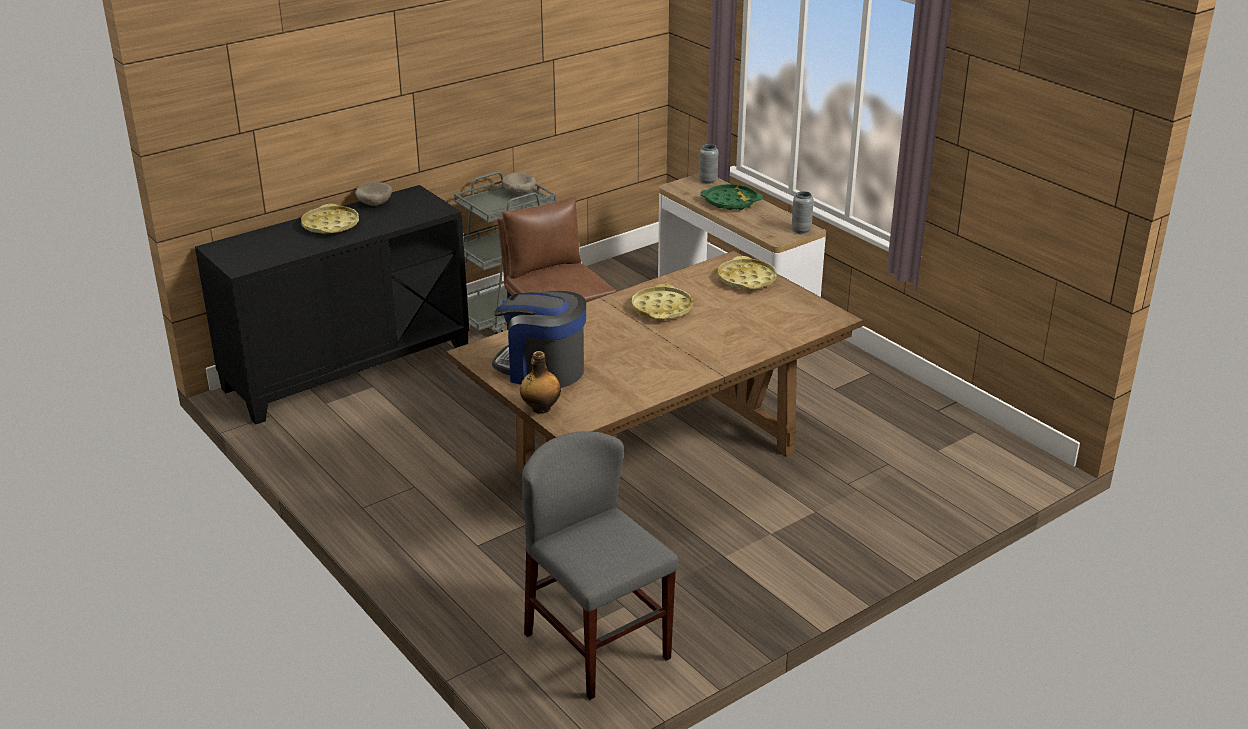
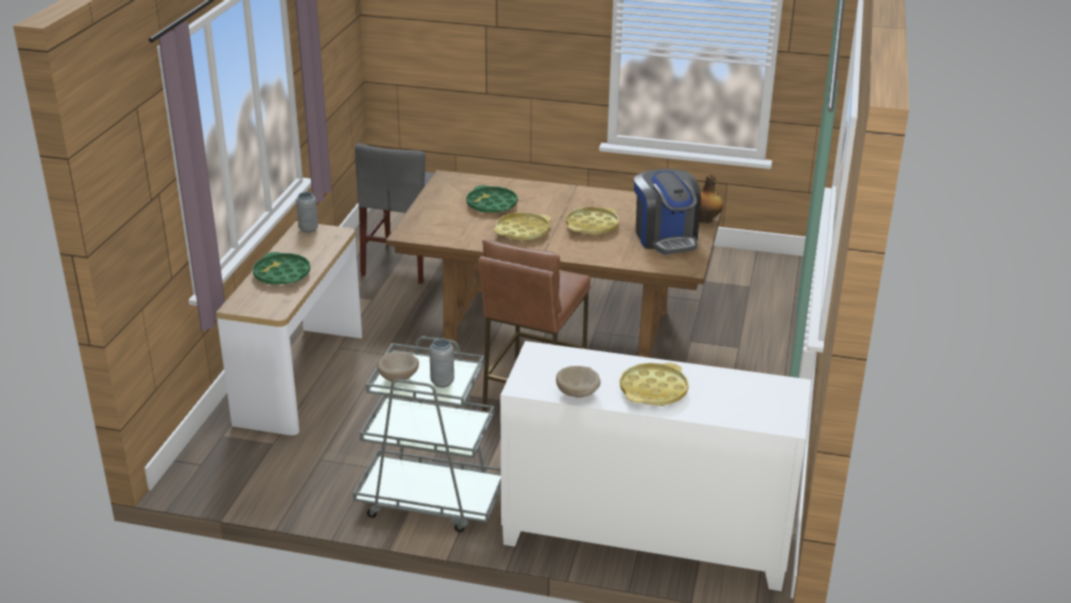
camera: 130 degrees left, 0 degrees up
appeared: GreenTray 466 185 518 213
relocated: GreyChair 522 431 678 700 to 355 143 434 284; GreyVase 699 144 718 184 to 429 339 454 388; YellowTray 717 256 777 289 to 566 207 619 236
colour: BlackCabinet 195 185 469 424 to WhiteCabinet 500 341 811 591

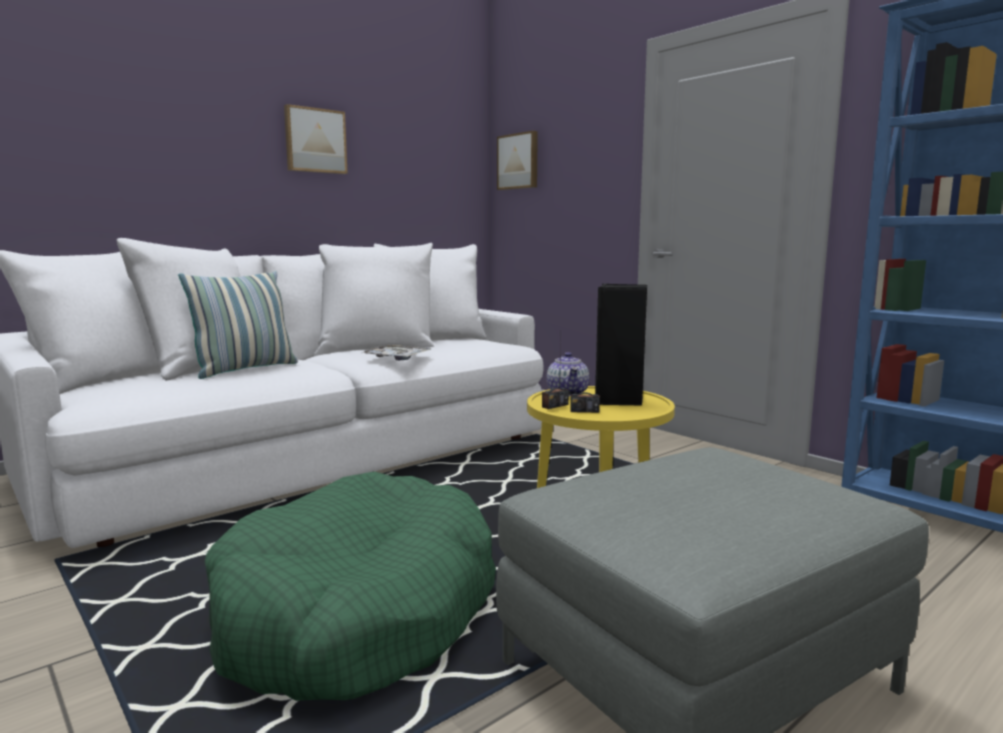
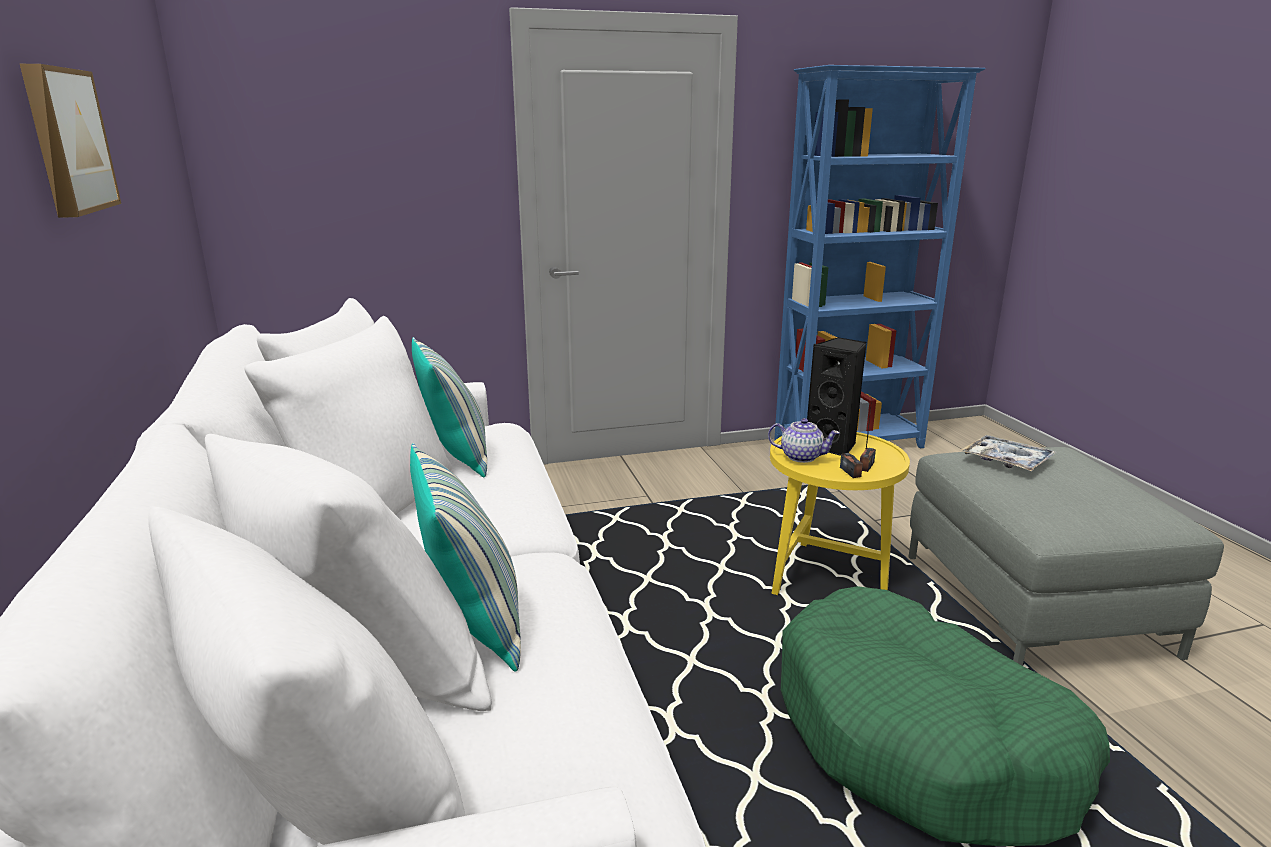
camera: 65 degrees left, 10 degrees up
missing: Picture 497 131 538 190
appeared: Pillow 412 337 487 477
relocated: Tray 362 345 432 360 to 960 435 1057 471

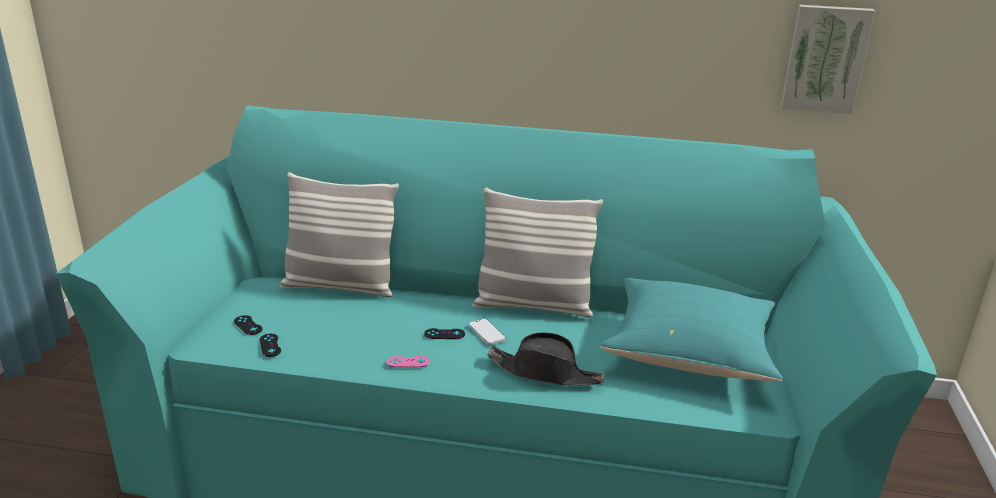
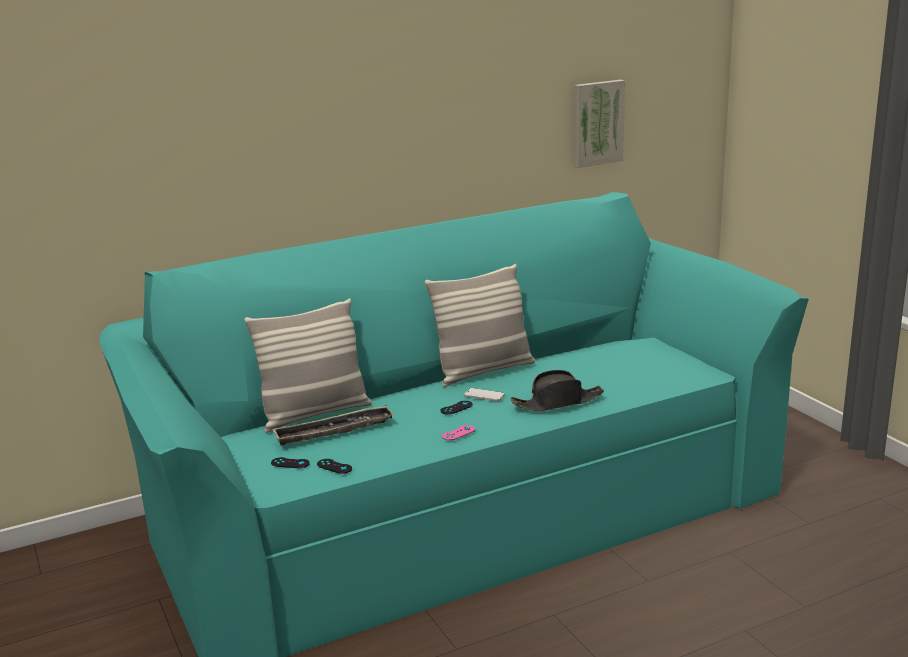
camera: 35 degrees left, 5 degrees down
missing: TurquoisePillow 600 278 783 381
appeared: Tray 272 405 394 445

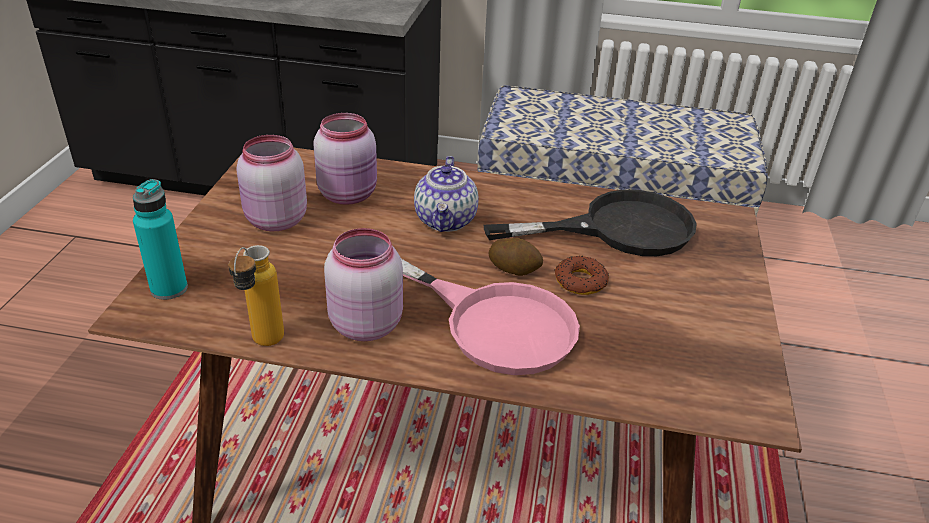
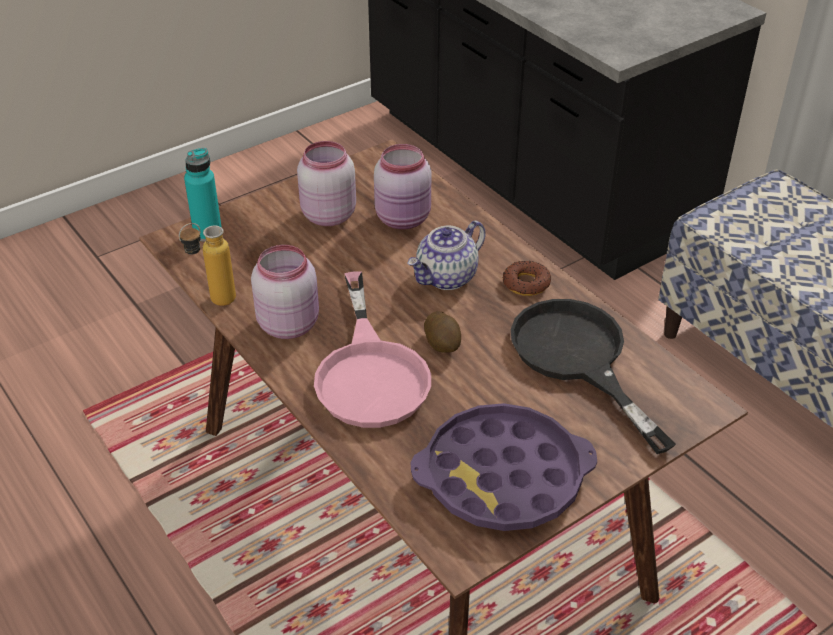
camera: 45 degrees right, 5 degrees up
appeared: PurpleTray 411 403 597 531
relocated: Donut 555 256 609 295 to 503 261 551 296
spun: BlackFryingPan 484 189 697 256 = 511 299 676 454 150 degrees counterclockwise

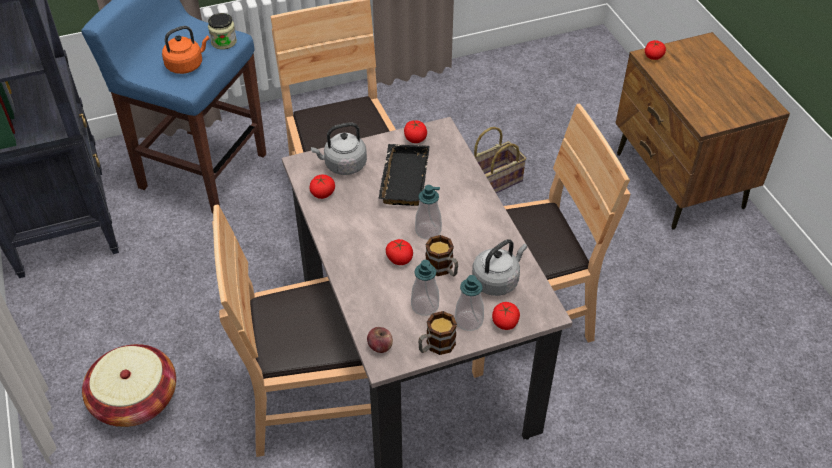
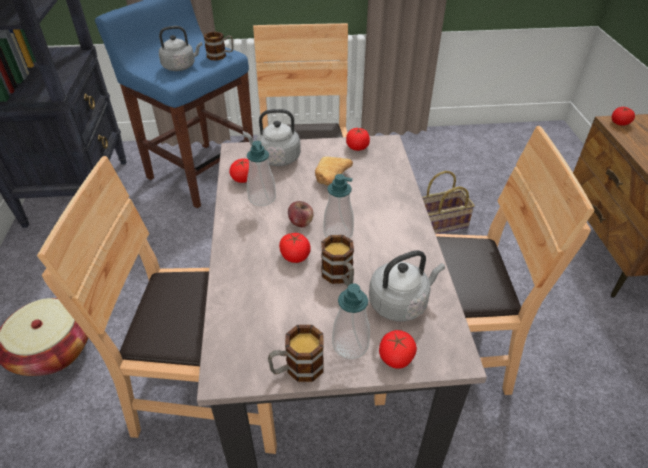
camera: 15 degrees right, 5 degrees down
relocated: Apple 367 327 393 353 to 288 201 313 227; SoapDispenser 411 260 439 316 to 247 141 276 206
exchanged: Jar 208 13 237 50 to Mug 204 31 233 61; BlackTray 378 144 430 206 to Bread 315 157 353 185
colour: OrangeKettle 162 26 209 74 to GreyKettle 159 26 202 71

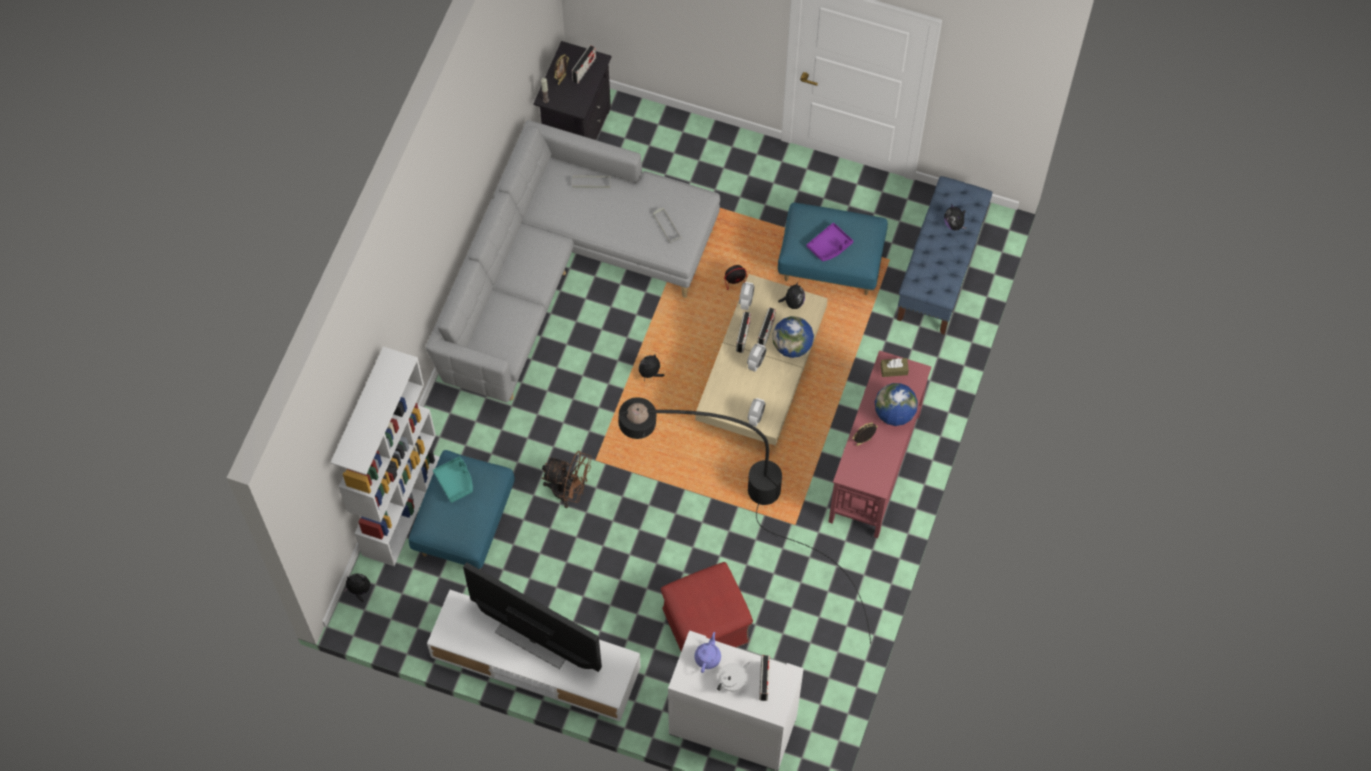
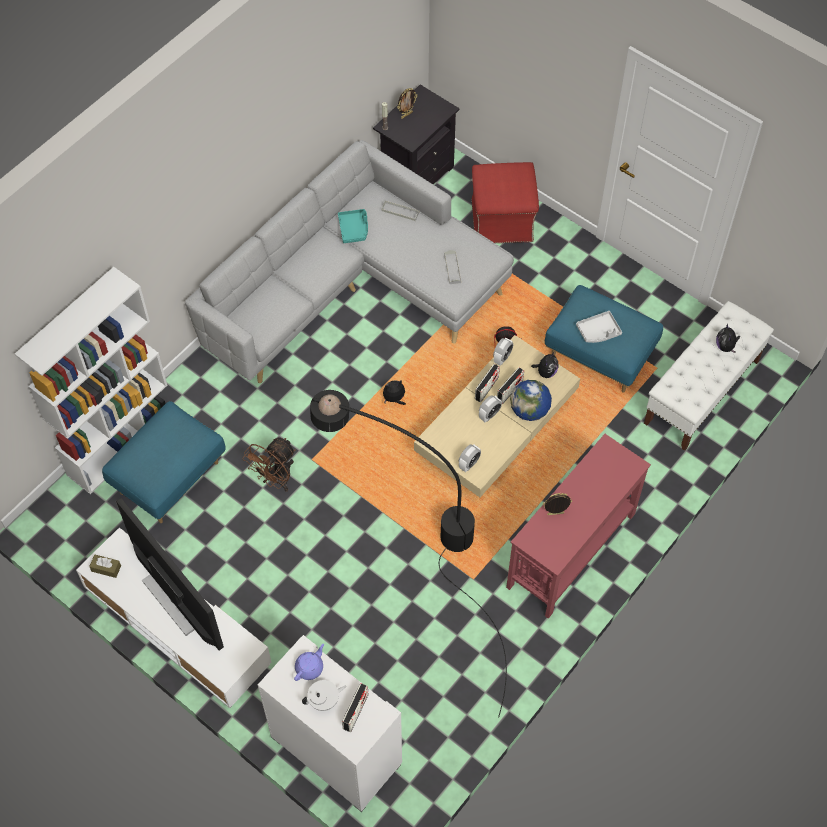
camera: 20 degrees right, 5 degrees down
missing: PlushToy 343 573 370 602; Radio 572 45 596 83; Globe 875 383 918 426
relocated: TurquoiseTray 433 457 473 503 to 338 209 368 243; RedOttoman 661 562 753 651 to 472 162 539 243; BrownTissueBox 880 358 909 377 to 89 555 121 578
colour: PurpleTray 806 223 853 261 to GreyTray 576 311 622 343; BlueBench 897 176 993 335 to WhiteBench 644 301 774 451
spun: BrownFan 542 451 592 508 = 243 437 296 492 90 degrees clockwise

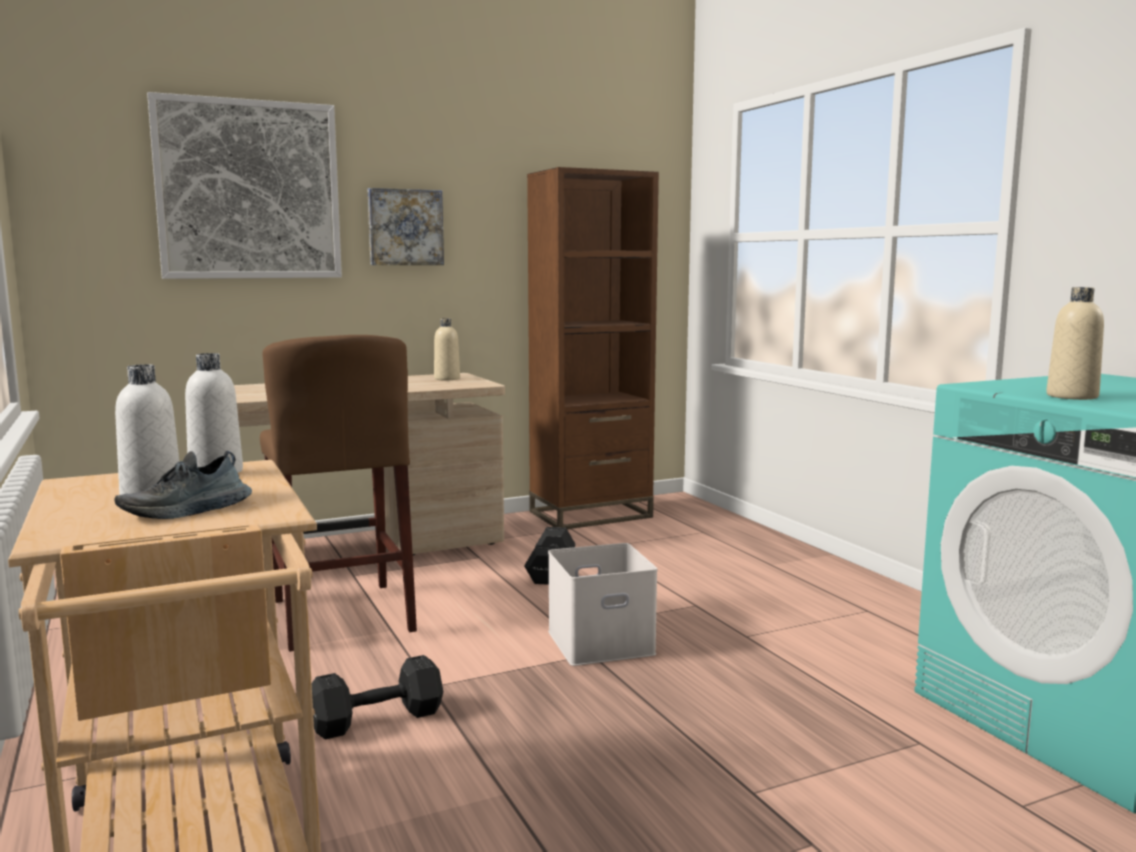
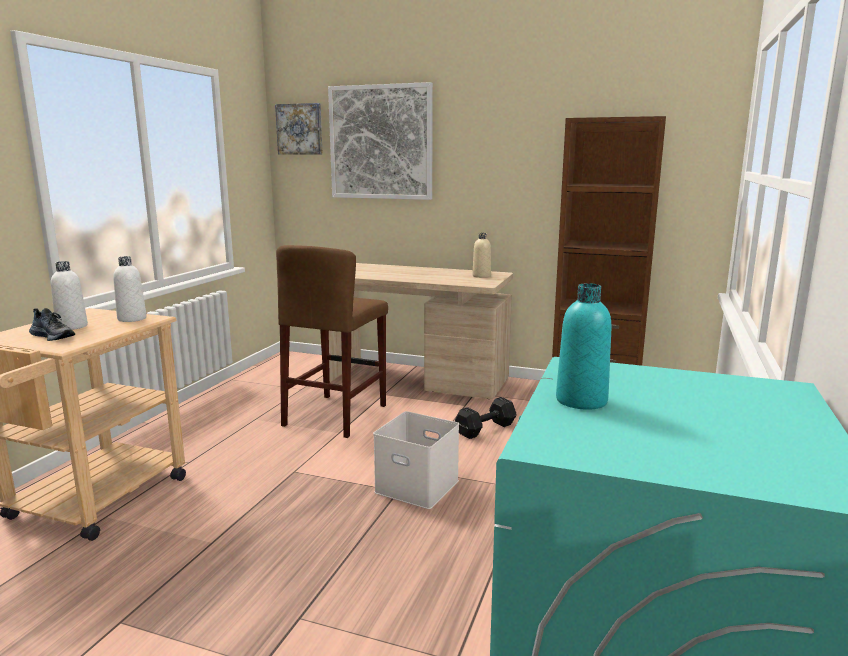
camera: 45 degrees right, 5 degrees up
missing: BlackDumbbell 312 655 443 740
relocated: Picture 368 188 444 265 to 275 103 323 155
colour: BeigeBottle 1046 287 1104 400 to TurquoiseBottle 556 283 612 410
spun: Shoe 114 451 252 519 = 29 308 75 341 150 degrees counterclockwise

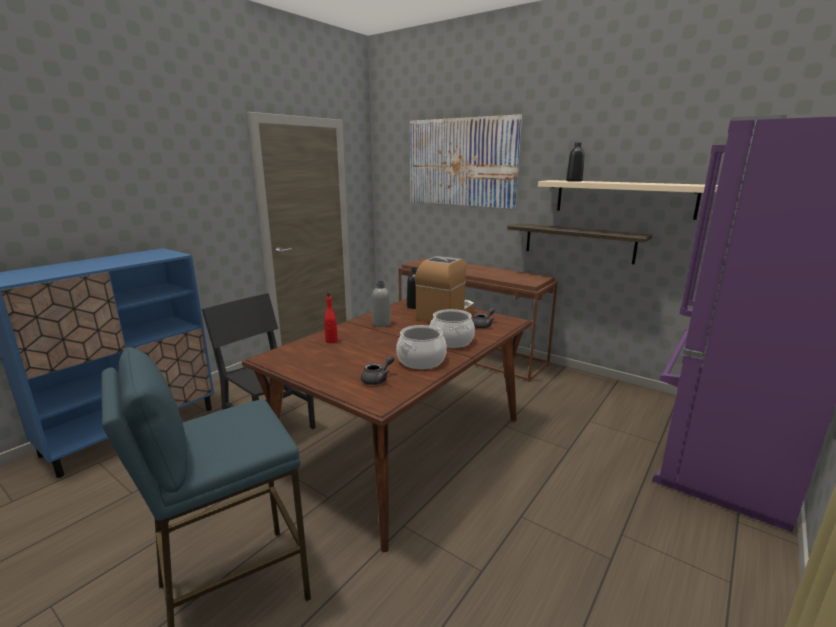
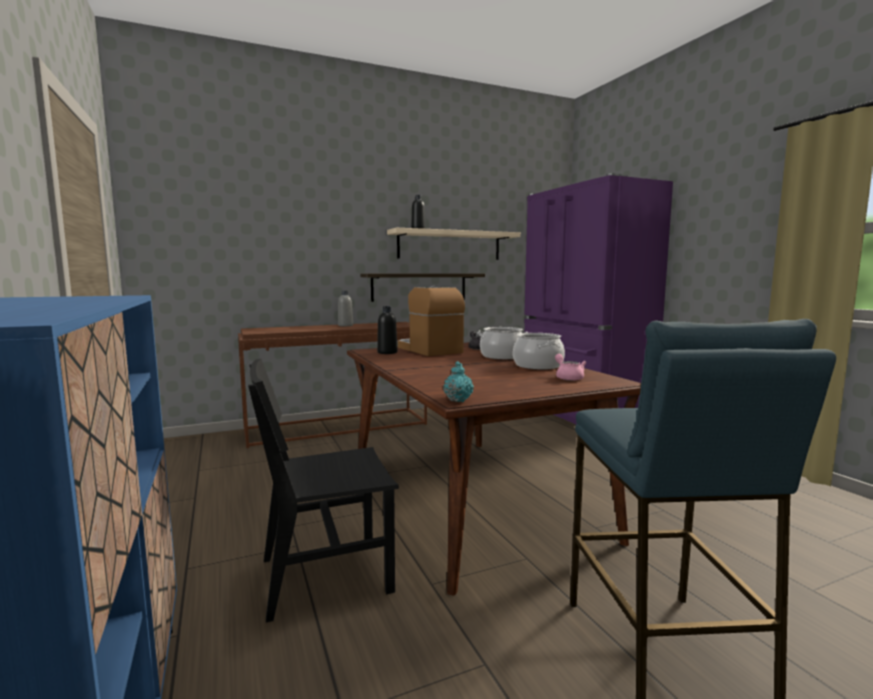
camera: 60 degrees left, 10 degrees down
missing: RedBottle 324 292 338 343; Picture 410 114 522 209
appeared: TurquoiseTeapot 443 361 474 402
relocated: GreyBottle 372 281 391 327 to 338 290 353 326
colour: GreyTeapot 361 355 394 385 to PinkTeapot 555 354 586 381

